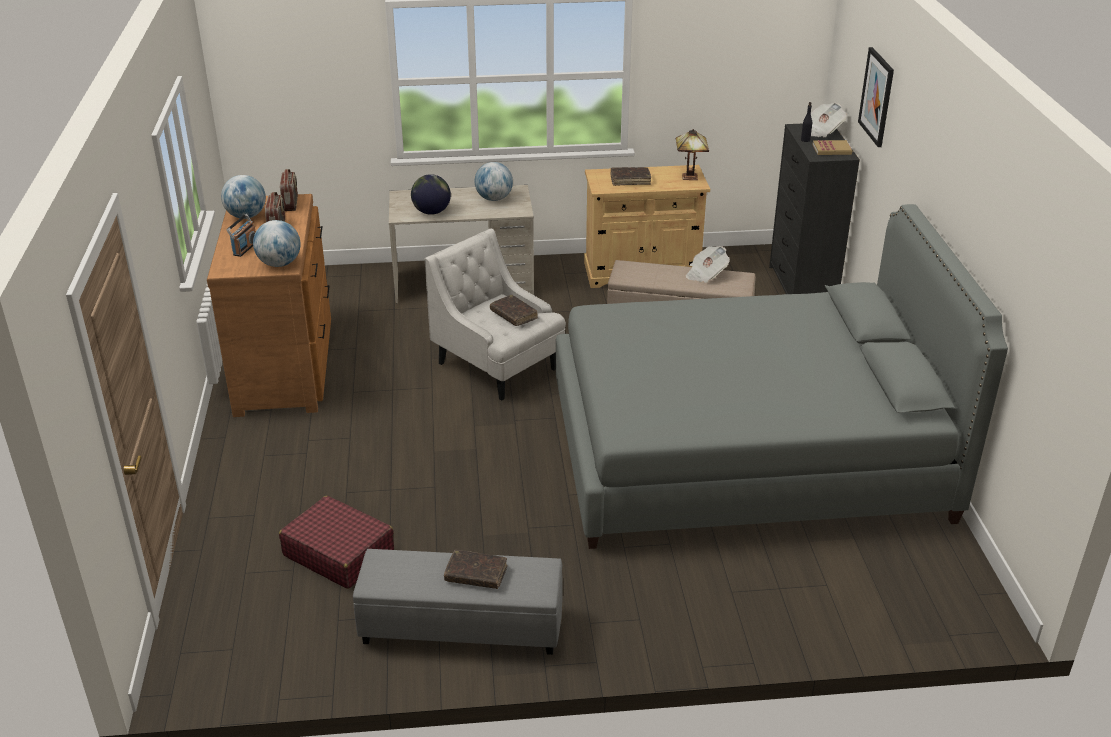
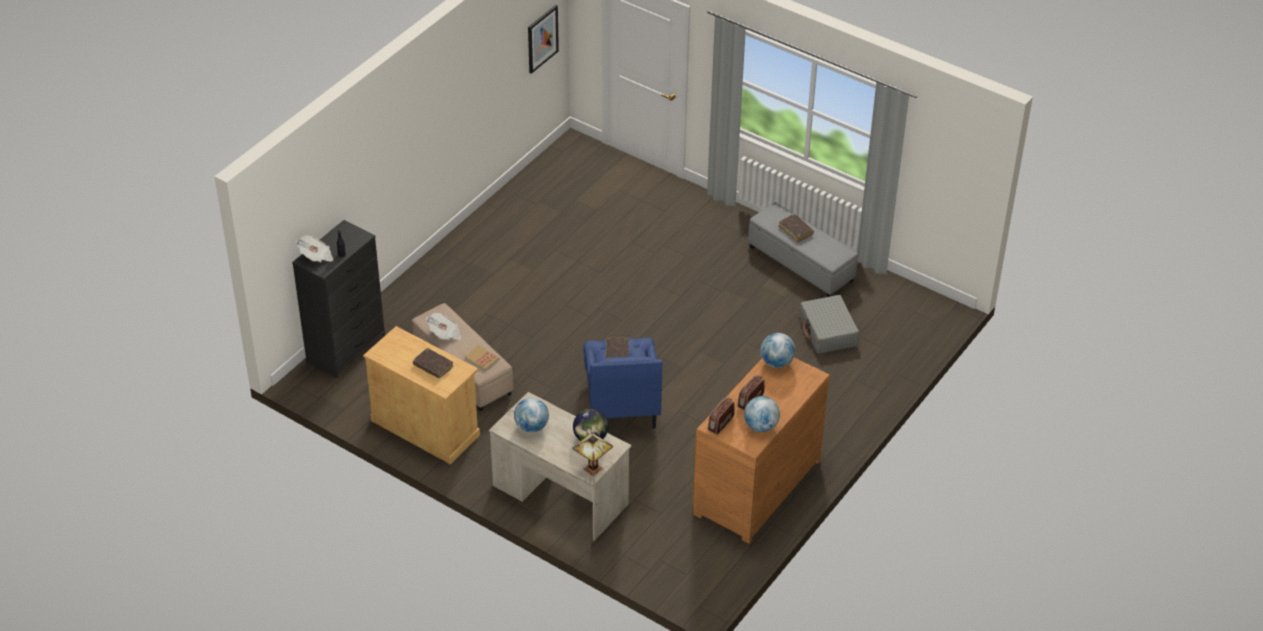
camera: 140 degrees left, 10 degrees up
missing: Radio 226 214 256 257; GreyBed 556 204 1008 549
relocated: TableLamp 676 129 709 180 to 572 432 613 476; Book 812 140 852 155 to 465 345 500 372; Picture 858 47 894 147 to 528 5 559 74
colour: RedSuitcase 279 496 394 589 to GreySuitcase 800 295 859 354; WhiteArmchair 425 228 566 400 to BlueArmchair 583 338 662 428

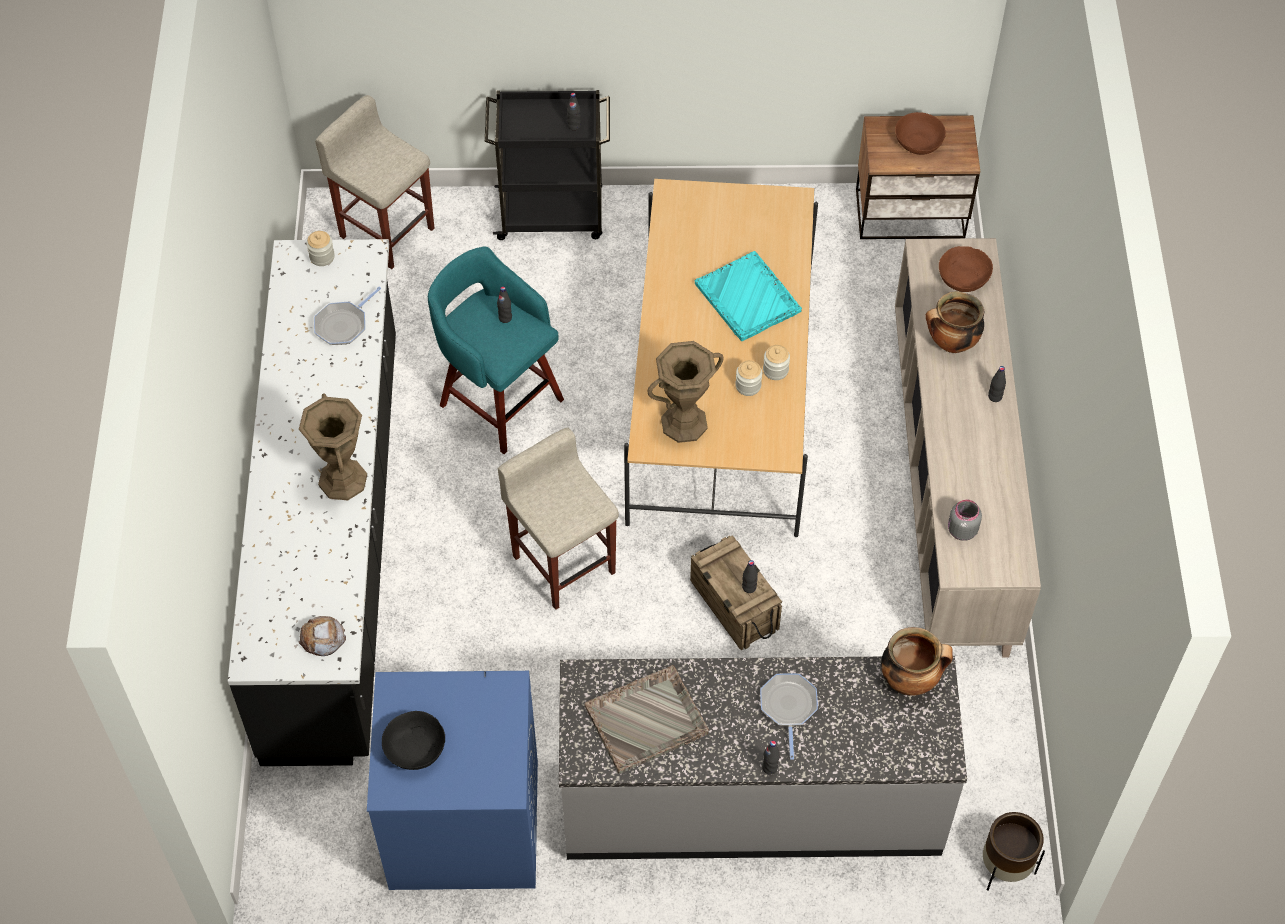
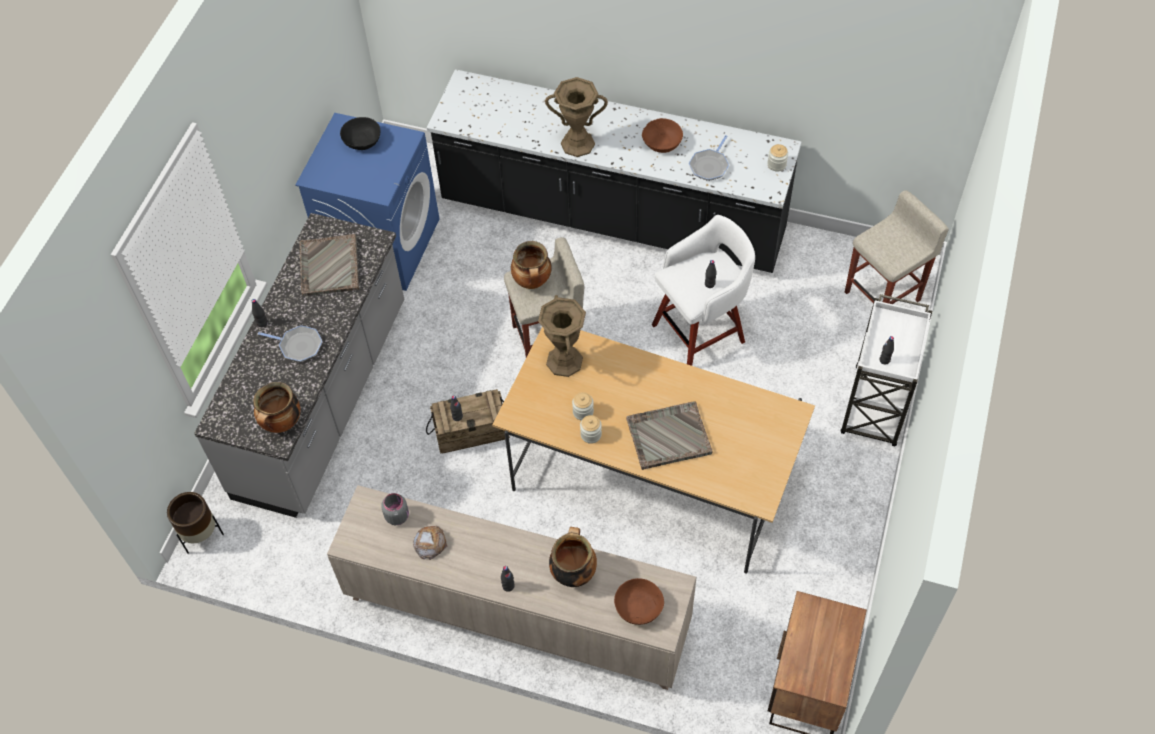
camera: 110 degrees right, 0 degrees up
appeared: CookingPot 511 241 552 289
relocated: Bread 298 616 346 656 to 413 526 447 560; BrownBowl 895 112 946 155 to 642 118 683 153
colour: TurquoiseStool 428 246 564 454 to WhiteStool 652 215 755 366; BlackCart 485 90 610 240 to WhiteCart 841 294 932 446; TurquoiseTray 695 251 802 341 to GreyTray 626 401 713 470
spun: FryingPan 314 287 381 345 = 689 135 729 181 120 degrees counterclockwise

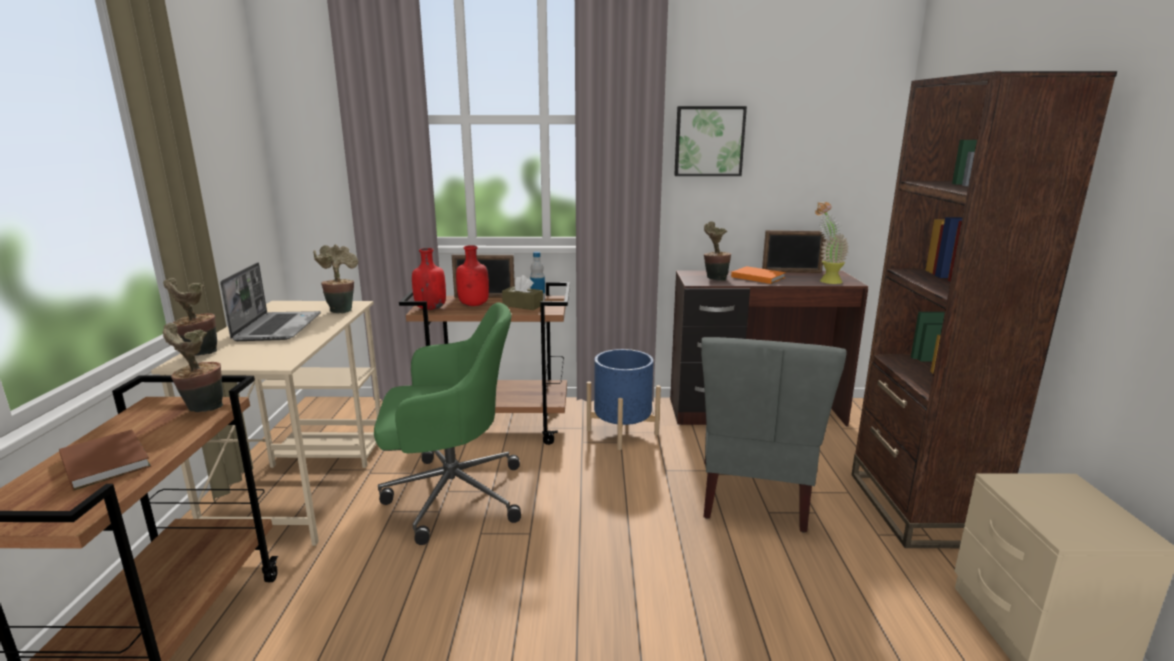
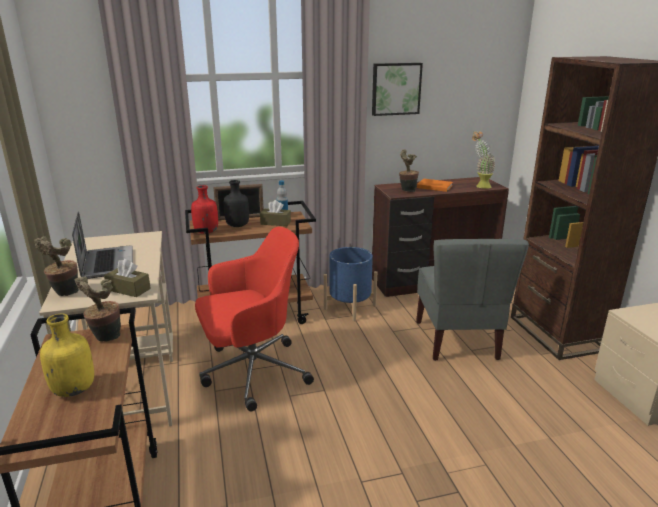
camera: 15 degrees left, 5 degrees up
missing: PottedPlant 313 244 358 314; PictureFrame 762 230 826 273
appeared: BrownTissueBox 104 259 151 297
exchanged: BrownBook 59 429 151 491 to YellowBottle 40 314 94 397
colour: GreenOfficeChair 374 302 521 545 to RedOfficeChair 195 226 314 411; RedBottle 456 245 489 306 to BlackBottle 224 180 249 227

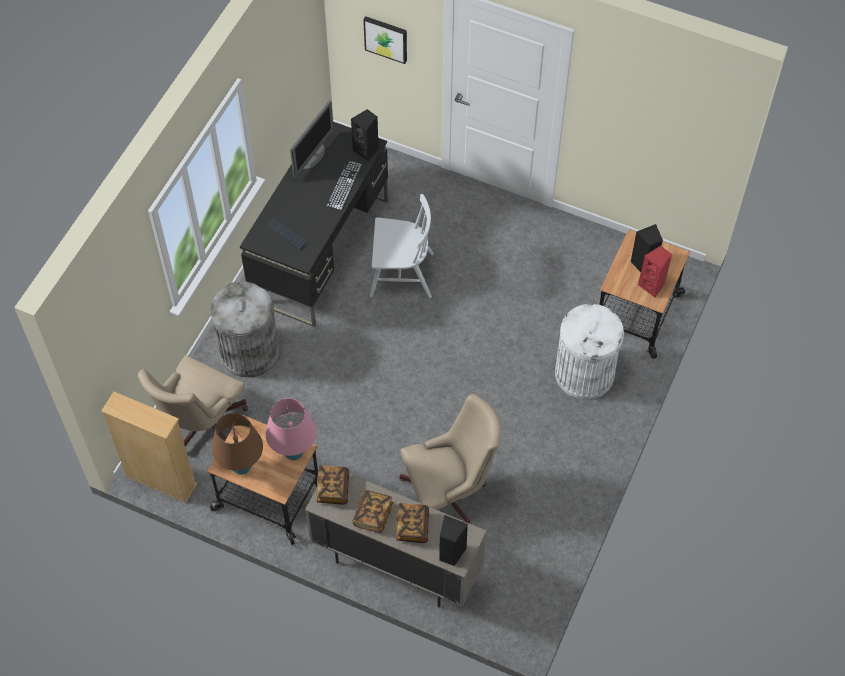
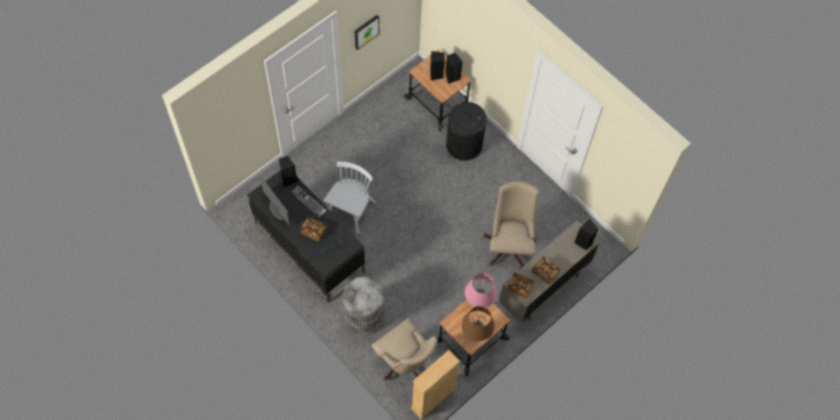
camera: 70 degrees left, 5 degrees up
relocated: Picture 363 16 407 64 to 355 15 379 50; Book 395 503 429 543 to 301 216 328 241
colour: WhiteTrashCan 555 304 624 399 to BlackTrashCan 446 102 487 161; RedSpeaker 638 246 672 298 to BlackSpeaker 446 53 463 84

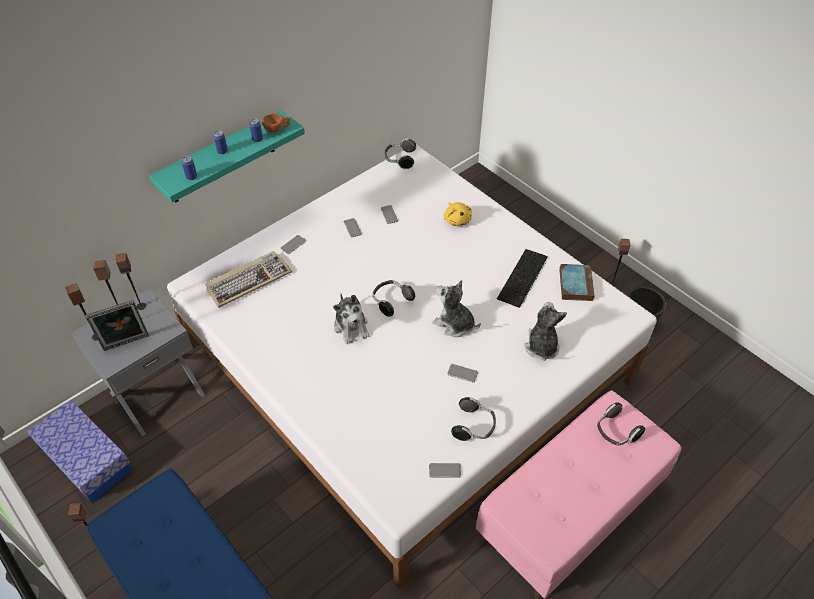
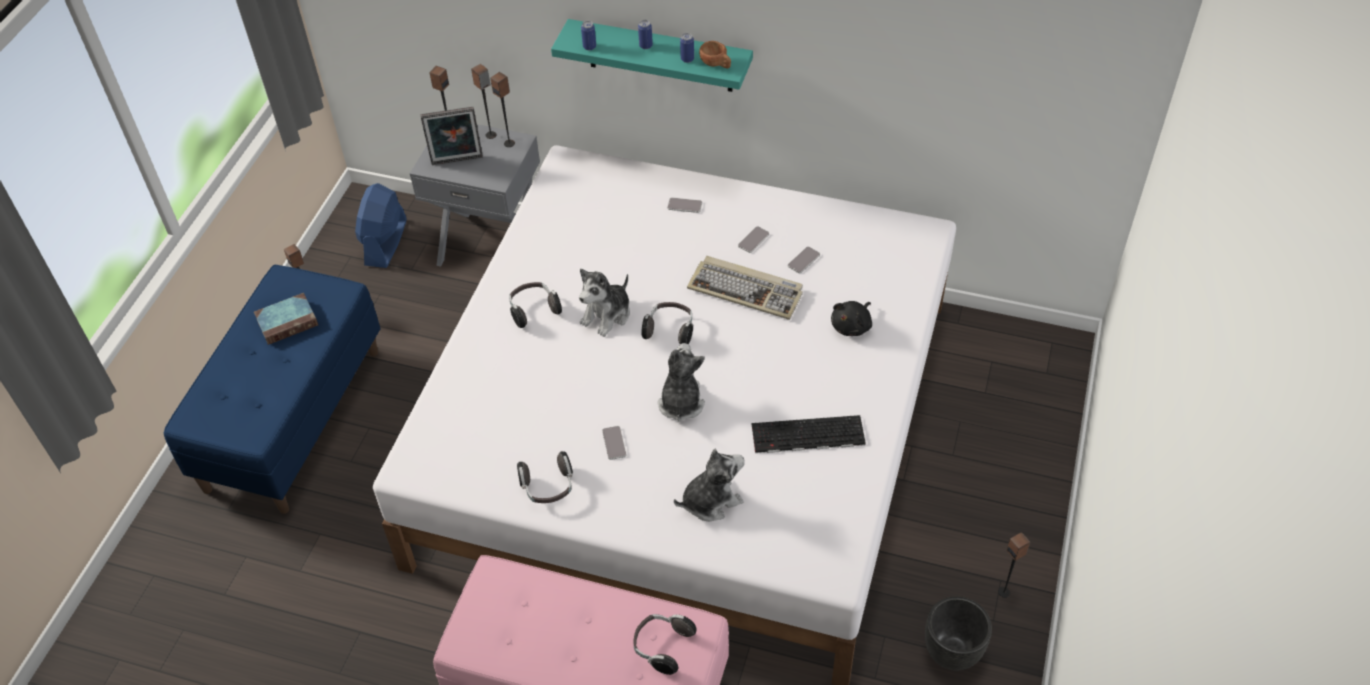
camera: 60 degrees right, 0 degrees up
missing: Phone 429 463 461 478
relocated: Keyboard 205 251 292 308 to 687 256 803 320; Headphones 385 138 416 169 to 509 282 562 328; Book 559 264 594 301 to 254 293 318 345
exchanged: StorageBox 28 400 132 503 to BlueFan 355 183 407 268
colour: YellowPlushToy 443 202 472 226 to BlackPlushToy 831 301 872 336
spun: PictureFrame 85 300 149 351 = 420 107 483 165 45 degrees counterclockwise

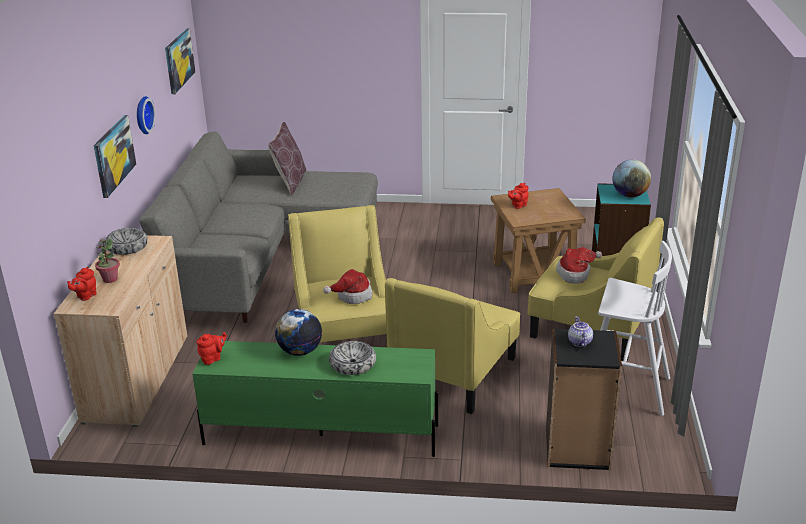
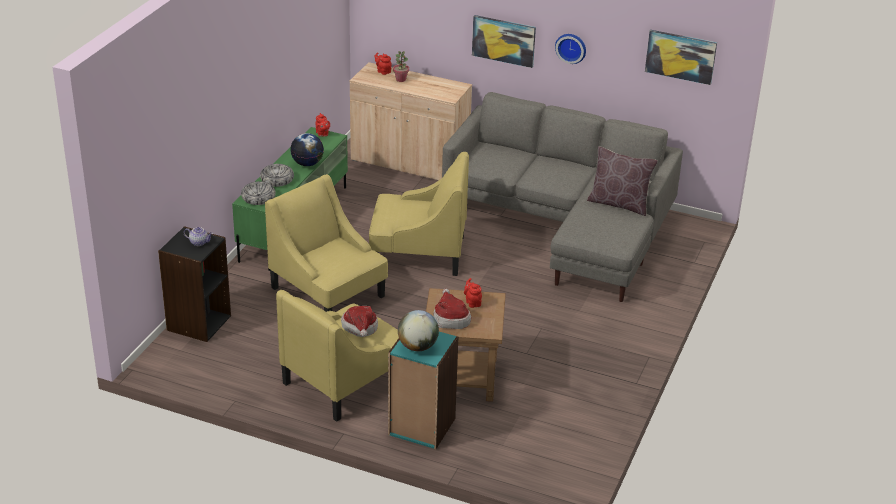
camera: 105 degrees right, 5 degrees up
missing: WhiteStool 598 241 672 416
relocated: Bowl 105 228 148 255 to 241 181 276 205; Hat 323 269 373 304 to 433 288 471 329

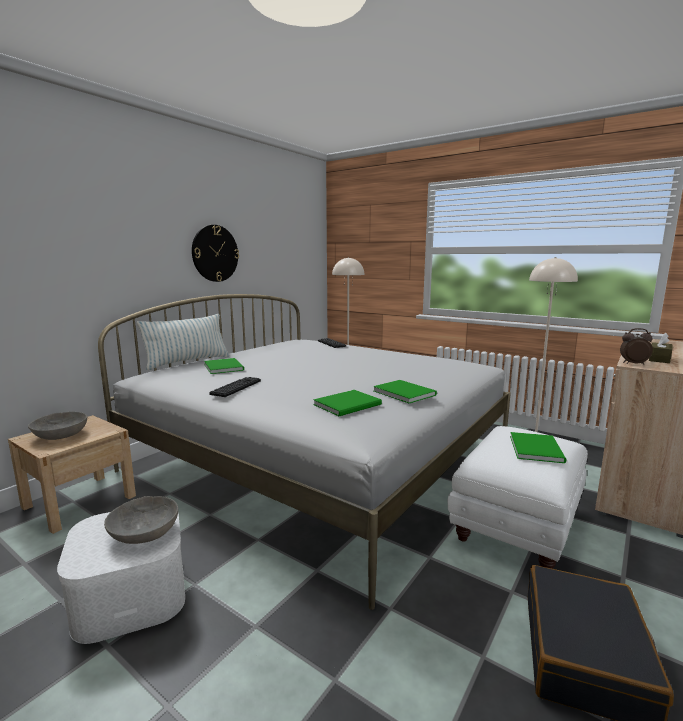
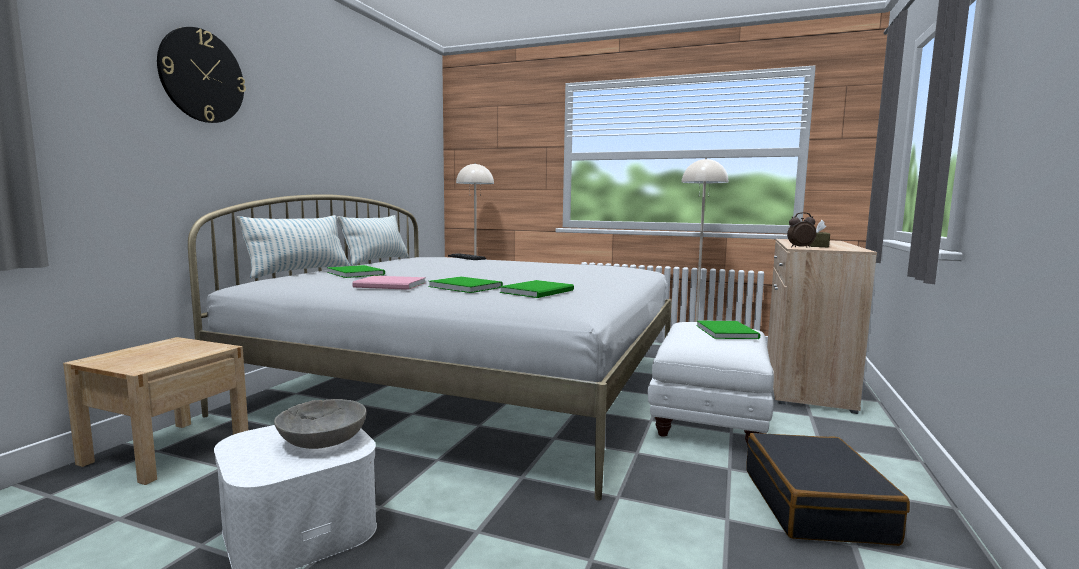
camera: 15 degrees left, 5 degrees down
missing: GreyBowl 28 412 87 440
appeared: Pillow 337 215 409 266
relocated: WallClock 192 225 239 282 to 157 27 246 123; GreenBook 373 380 437 403 to 428 276 503 293
exchanged: Keyboard 209 377 261 397 to PinkBook 352 276 426 290

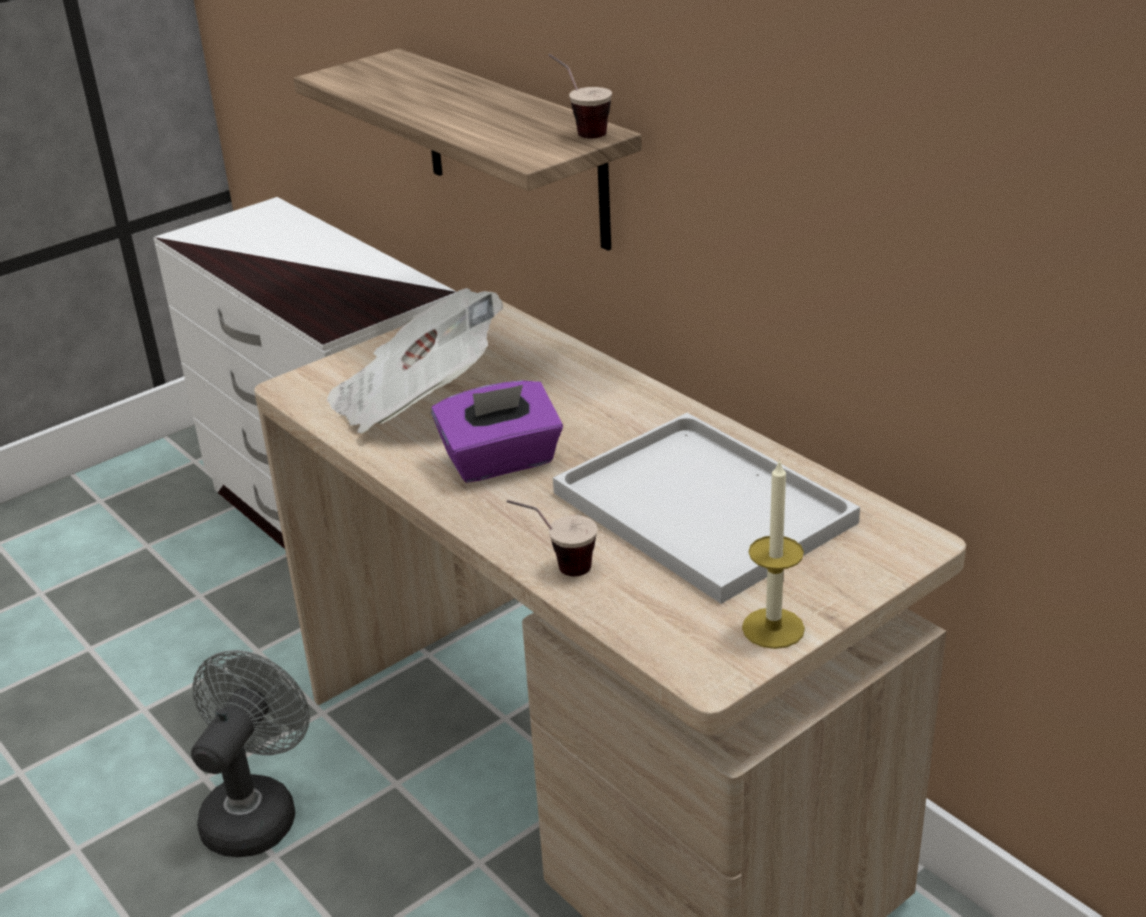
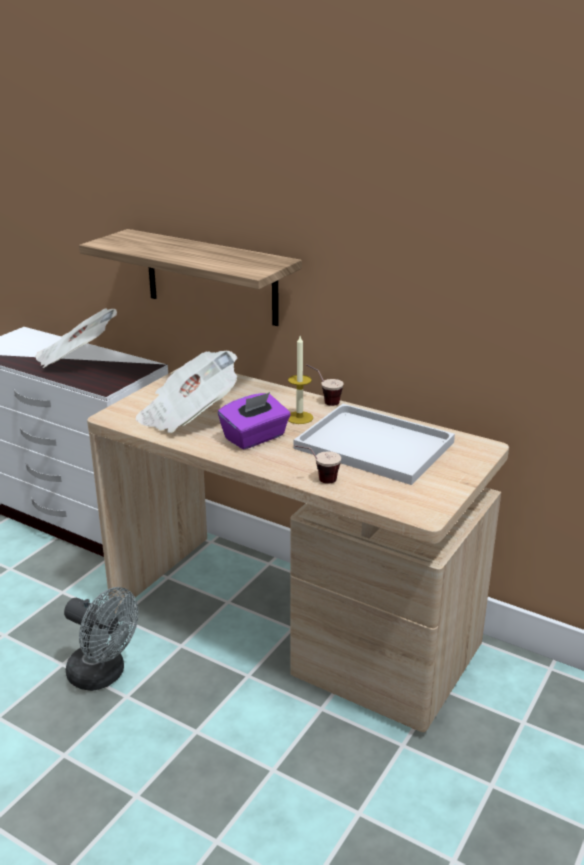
camera: 20 degrees left, 5 degrees down
appeared: Newspaper 35 308 117 368
relocated: Cup 548 54 612 138 to 306 364 344 406; Candle 742 458 805 649 to 288 336 313 424
spun: GreyFan 191 650 310 857 = 64 587 138 691 120 degrees clockwise

